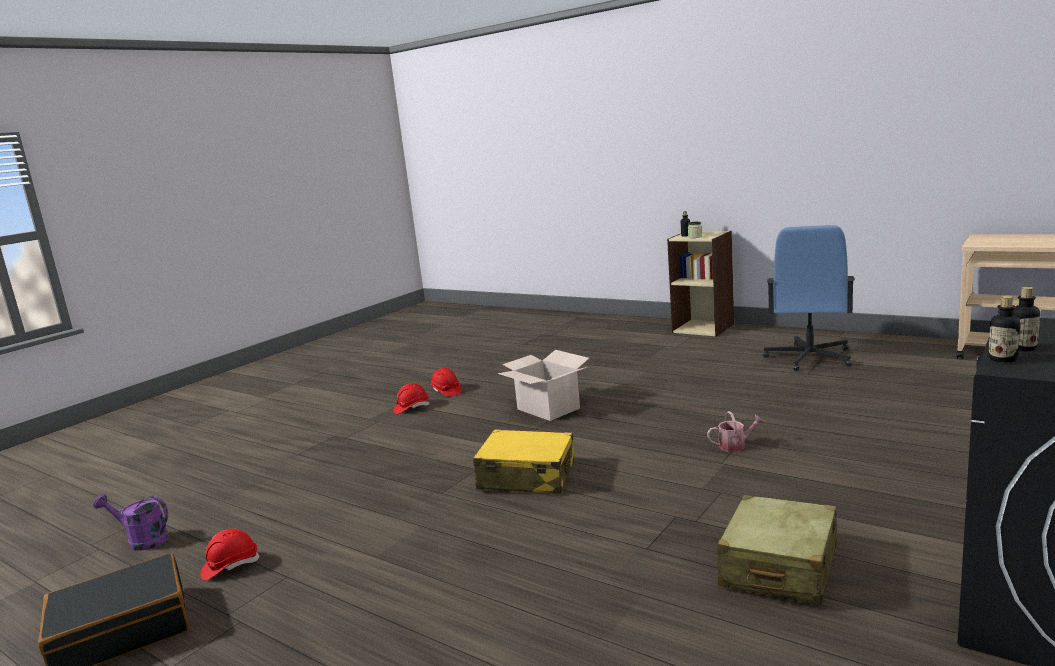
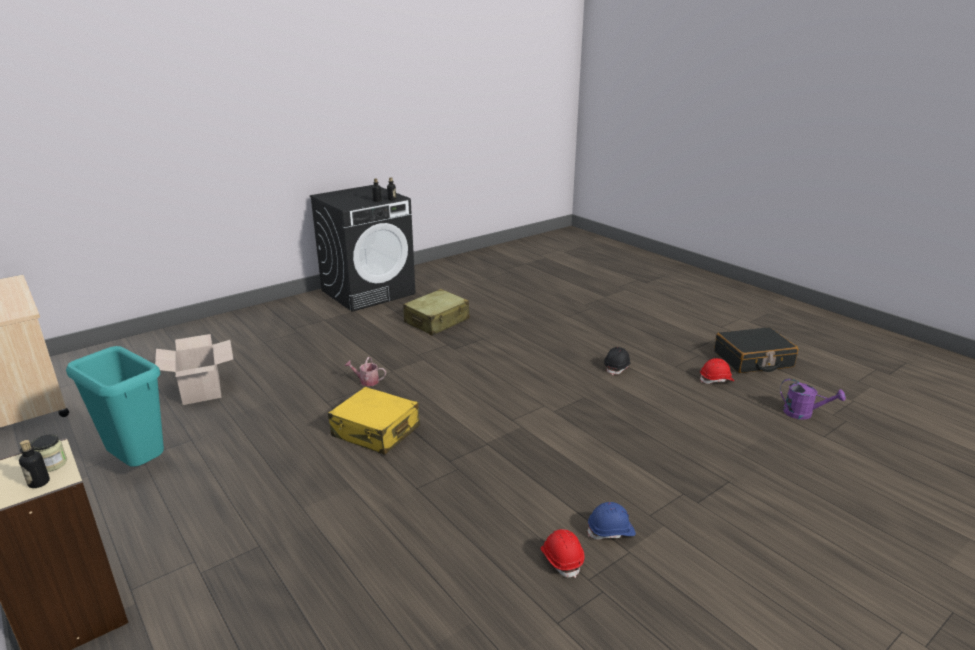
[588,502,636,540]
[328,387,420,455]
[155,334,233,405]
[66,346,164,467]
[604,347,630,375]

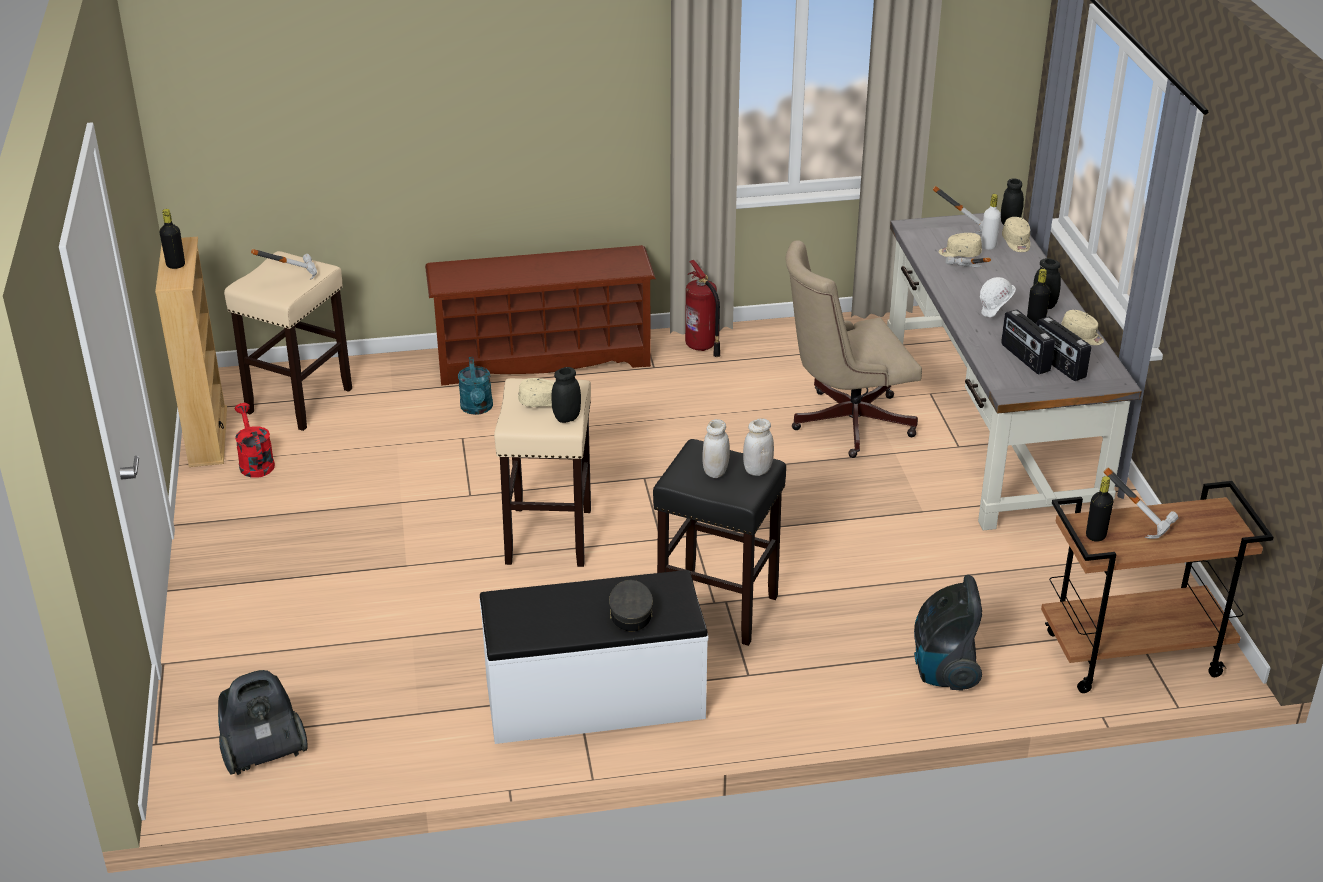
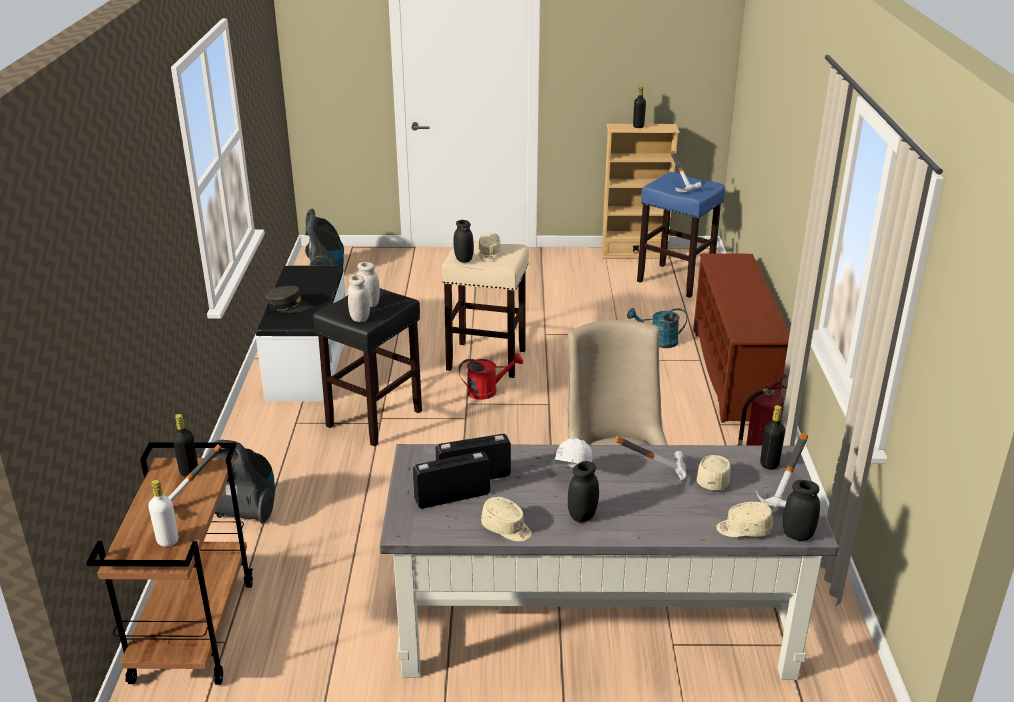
[637,172,725,298]
[459,353,523,400]
[148,480,178,547]
[760,405,785,470]
[481,497,532,541]

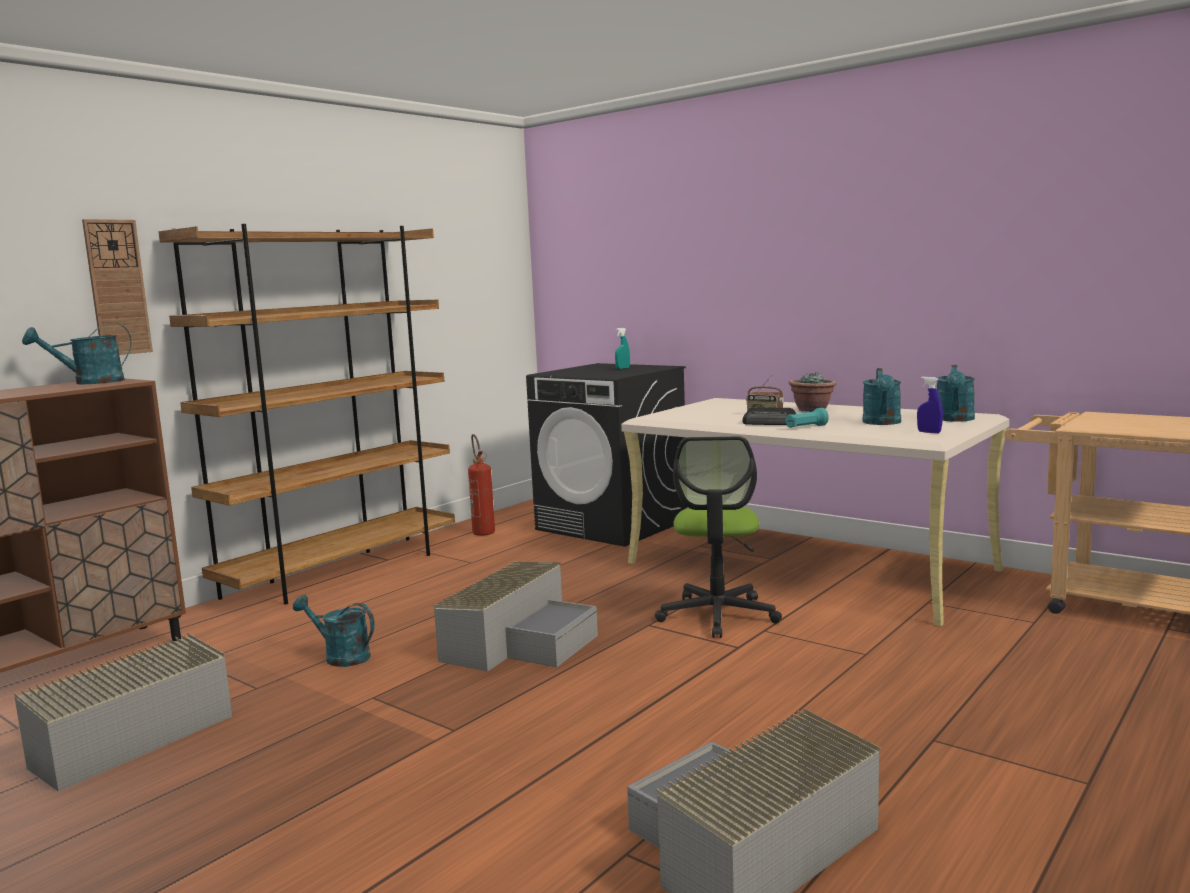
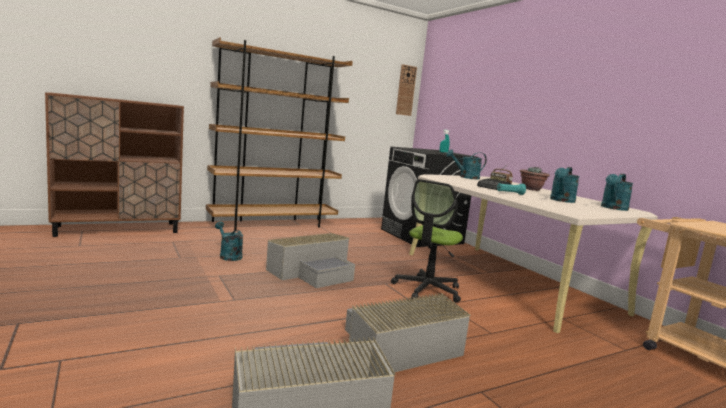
[345,293,471,373]
[446,149,487,179]
[396,64,417,116]
[468,434,495,536] (first image)
[917,376,943,433] (first image)

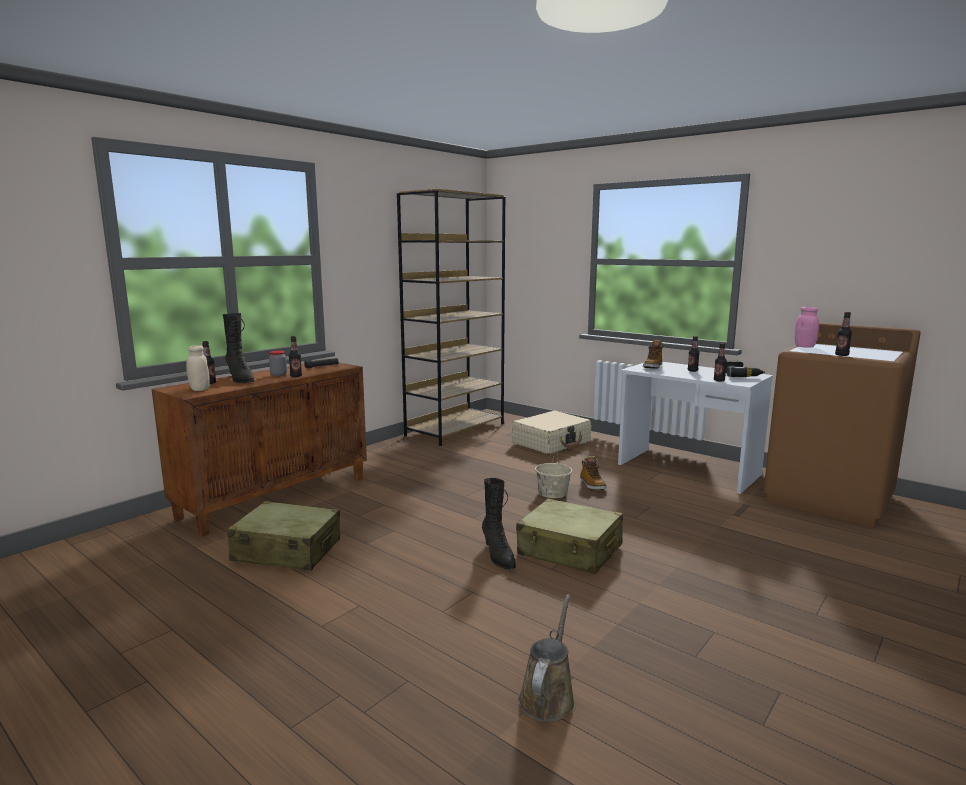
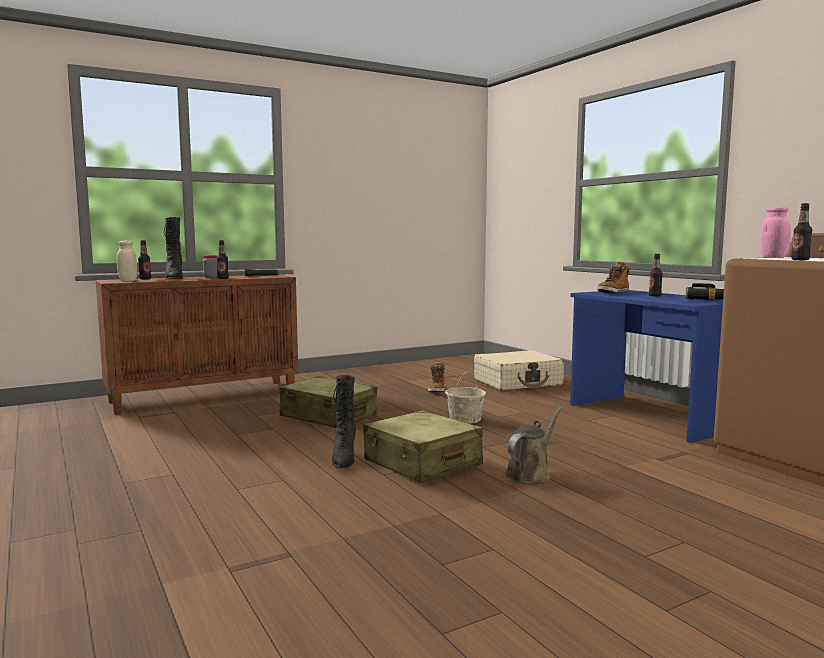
[280,376,377,428]
[397,189,505,446] (first image)
[505,407,562,484]
[428,362,445,393]
[570,290,723,443]
[714,343,727,381] (first image)

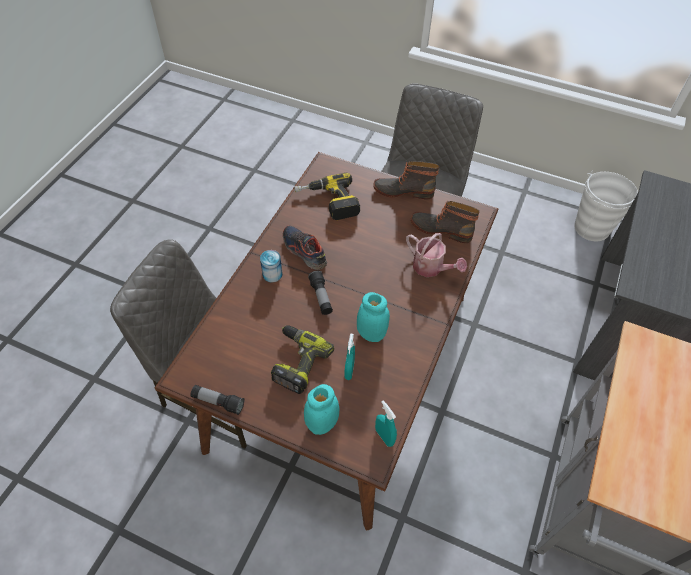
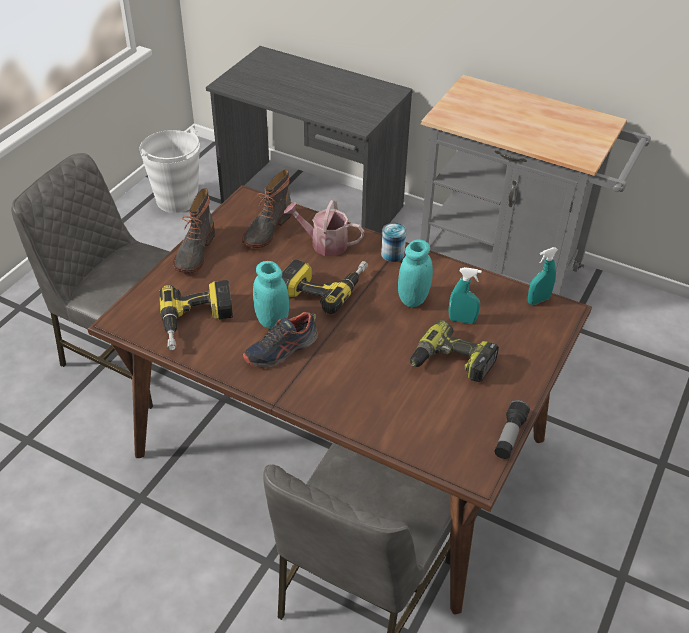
[381,223,406,262]
[253,261,289,329]
[308,271,333,315] (first image)
[284,200,364,256]
[282,260,368,314]

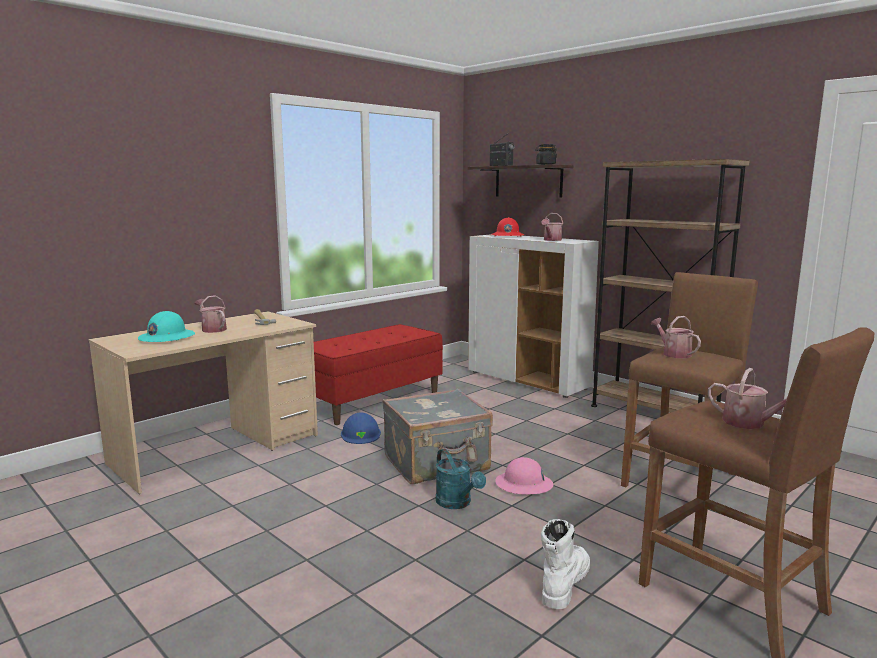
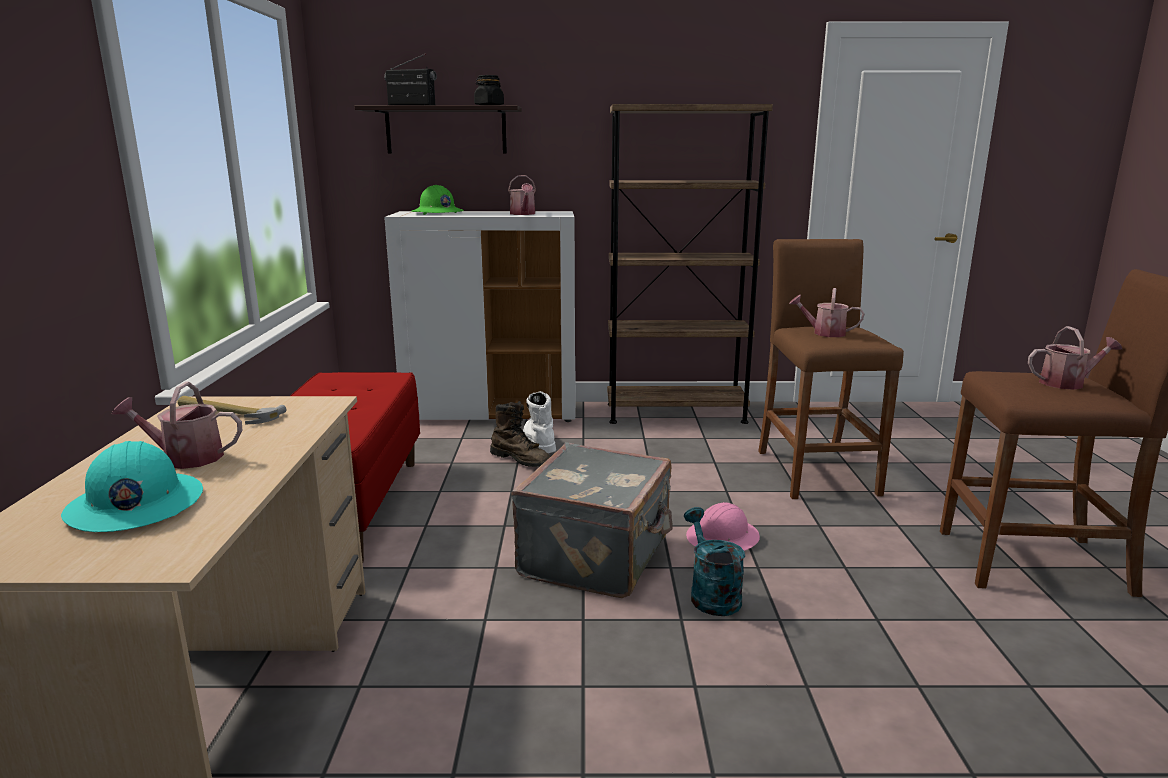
[341,412,381,444] (first image)
[684,507,745,616]
[411,185,464,215]
[523,391,556,453]
[490,401,550,467]

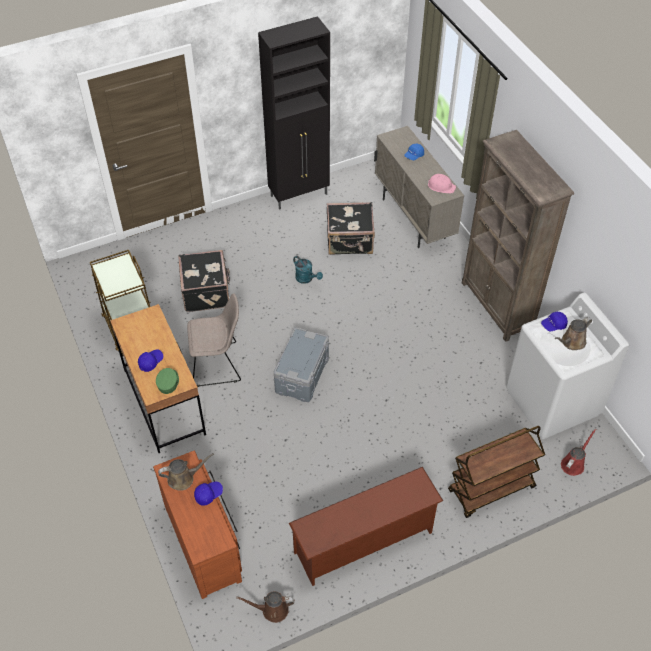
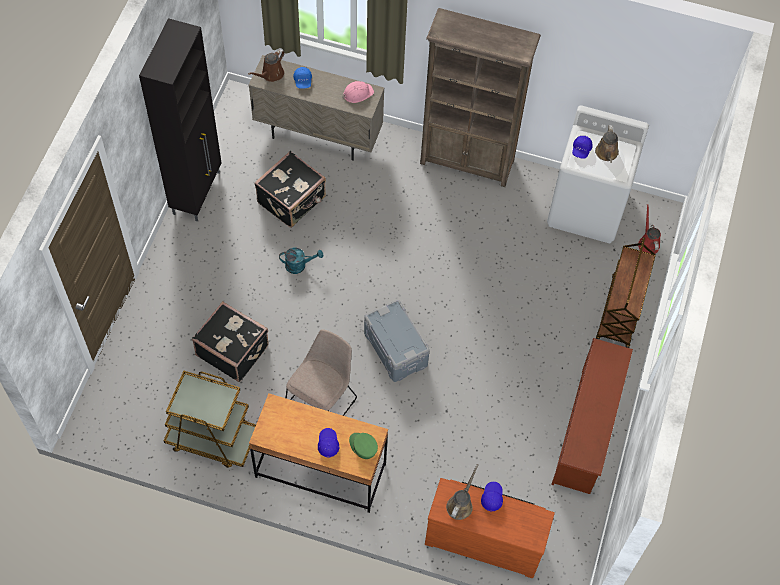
[248,49,285,82]

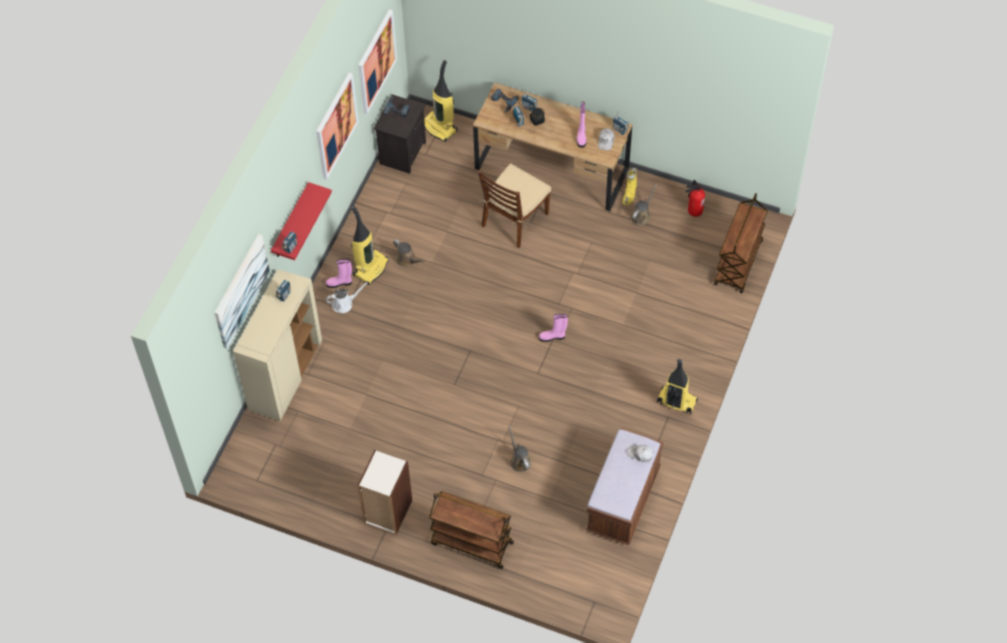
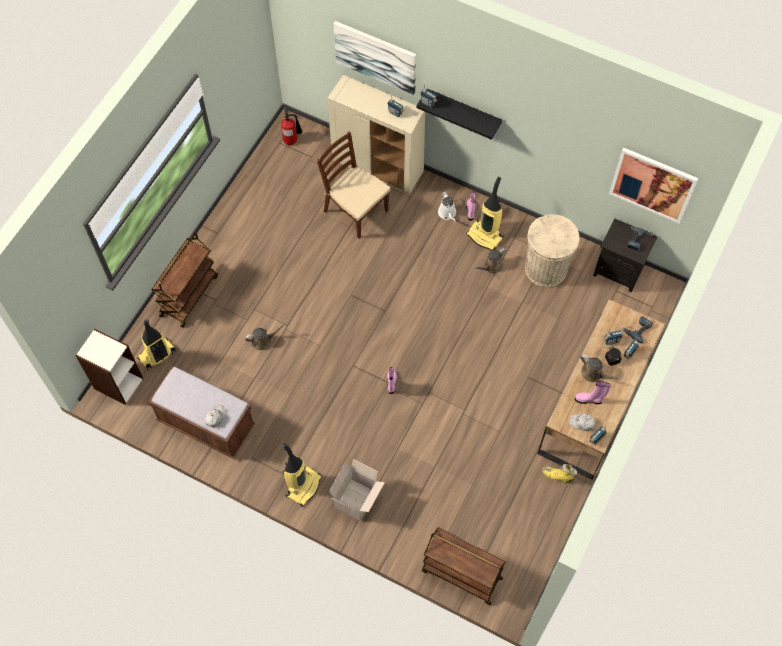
[416,89,502,140]
[316,73,358,180] (first image)
[76,329,143,405]
[137,319,176,371]
[317,131,390,239]
[580,354,622,382]
[281,105,302,145]
[329,459,385,521]
[525,214,579,287]

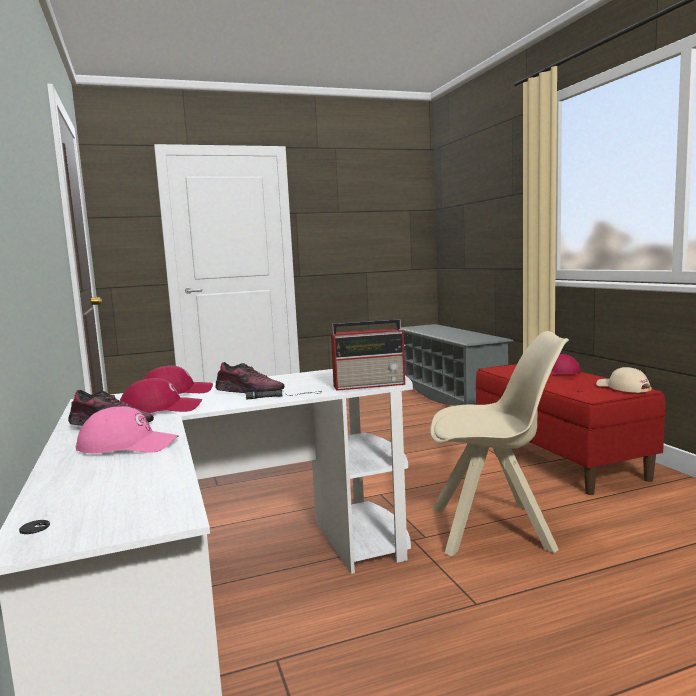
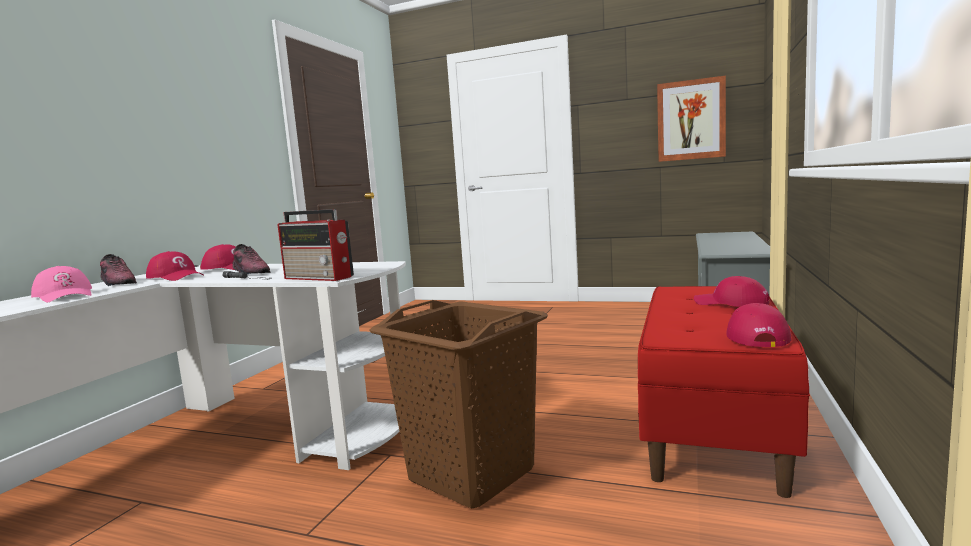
[370,300,548,509]
[726,303,791,347]
[657,76,726,162]

